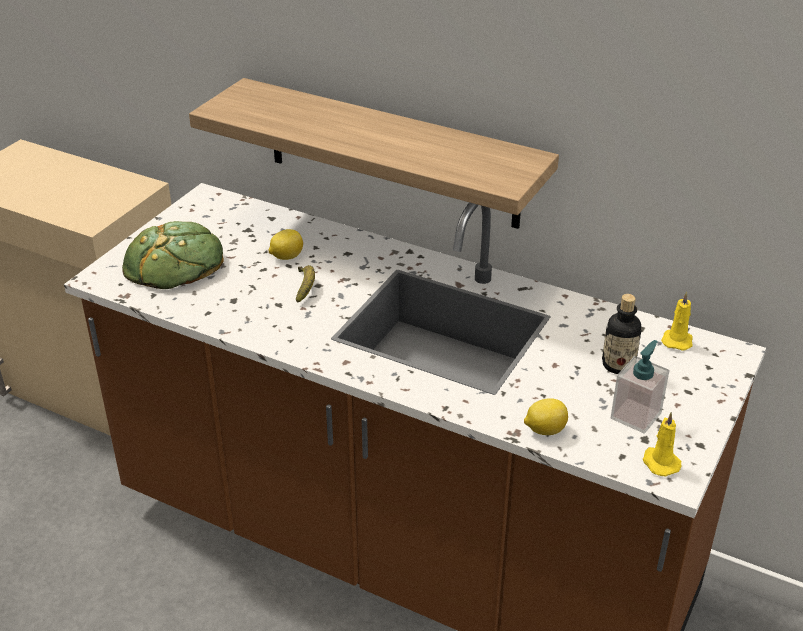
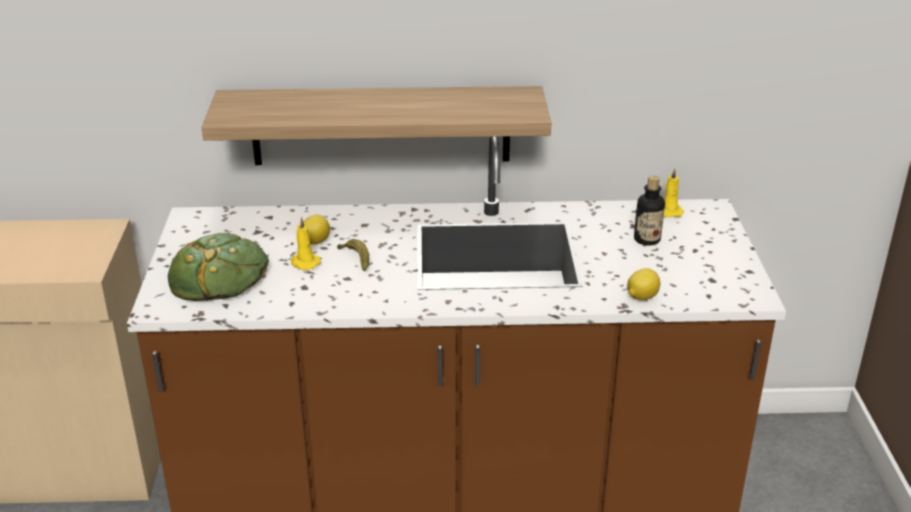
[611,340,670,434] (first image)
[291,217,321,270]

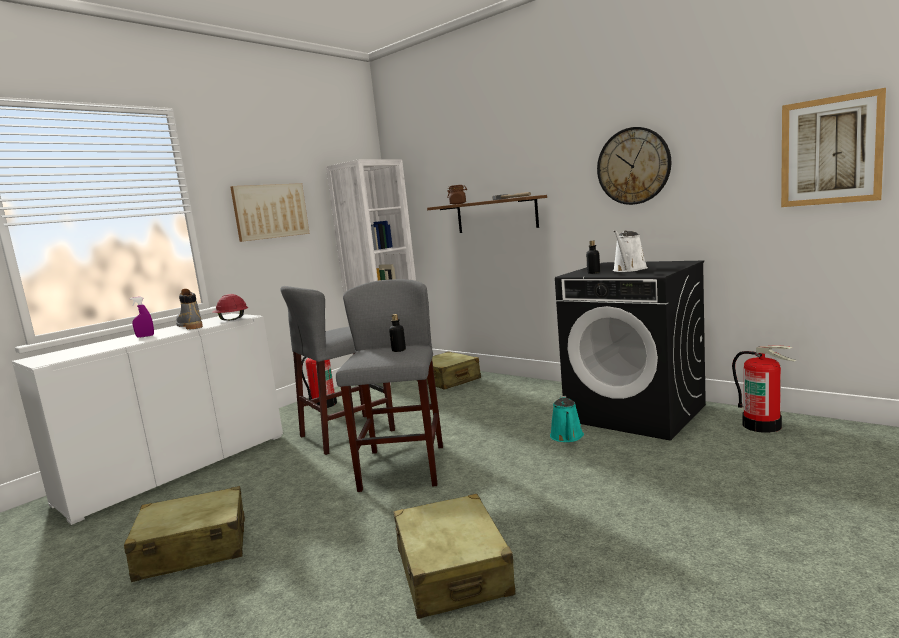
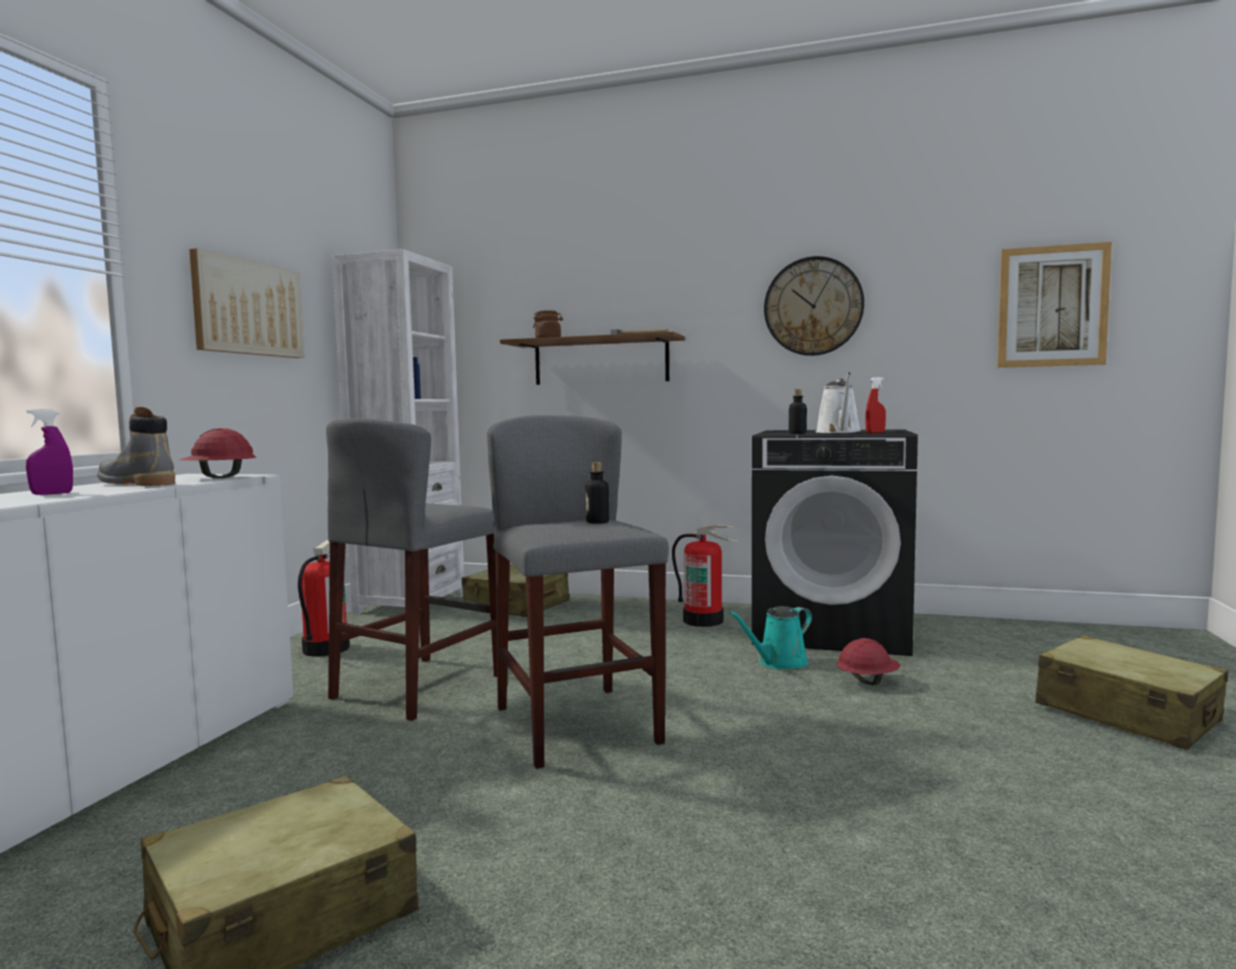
[1036,635,1228,750]
[729,606,812,669]
[672,525,737,627]
[836,638,900,685]
[865,377,886,433]

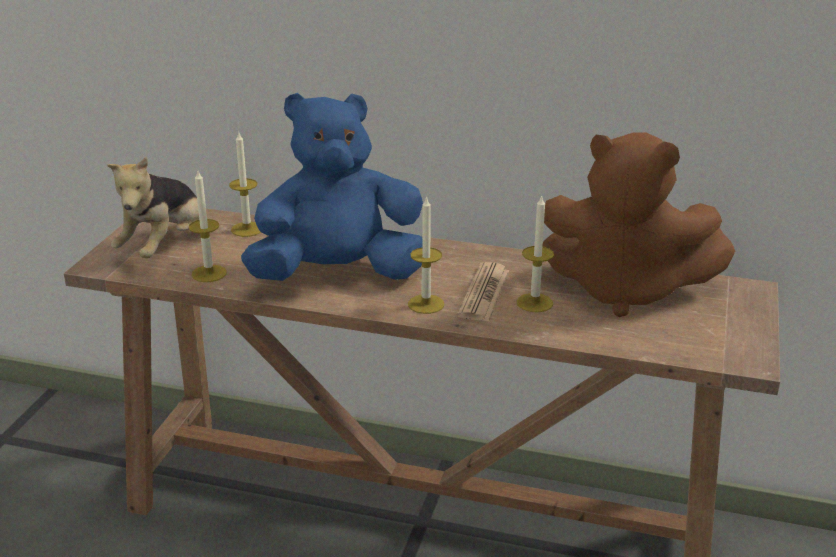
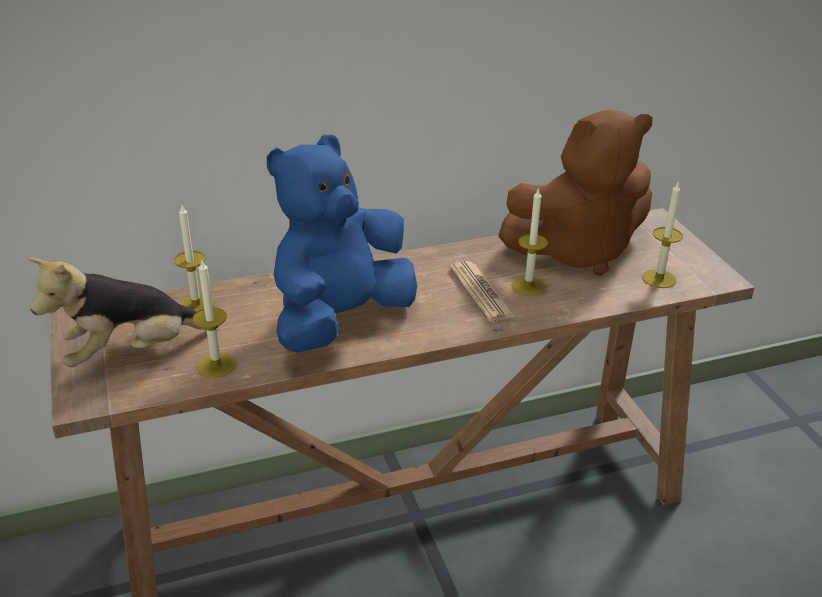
[29,258,219,367]
[642,183,683,288]

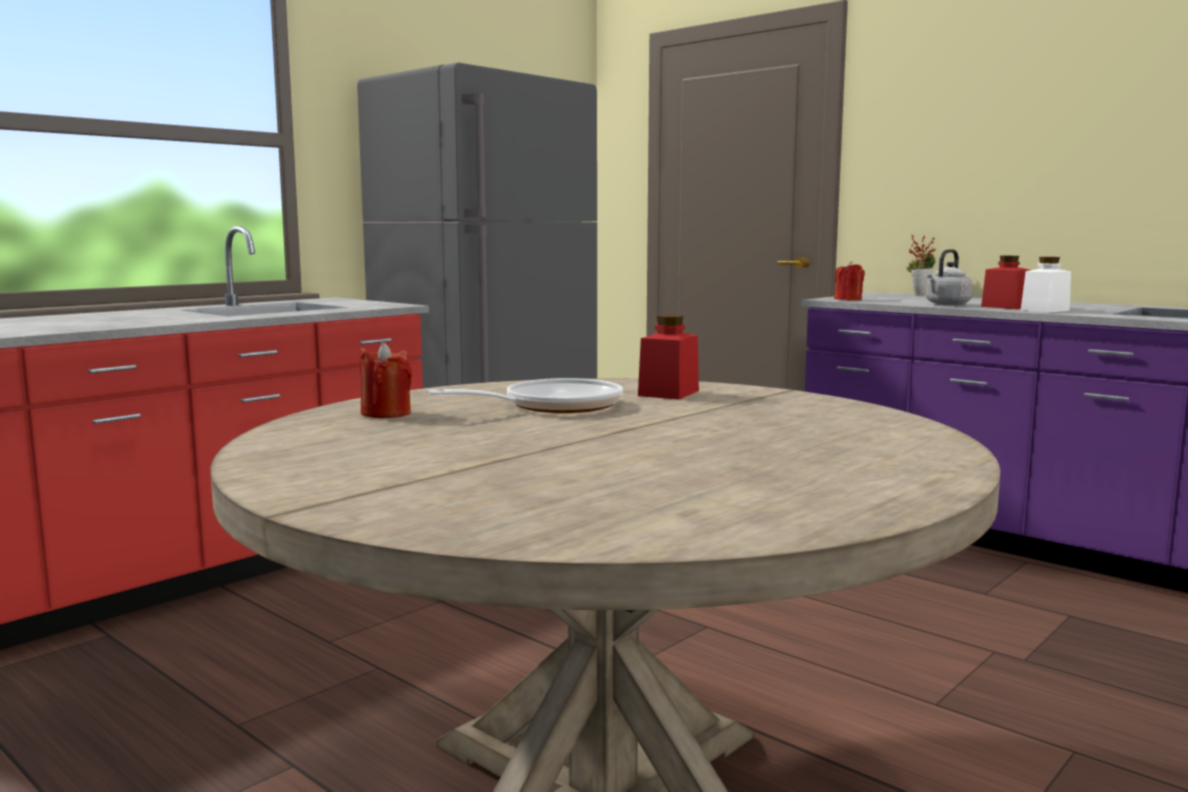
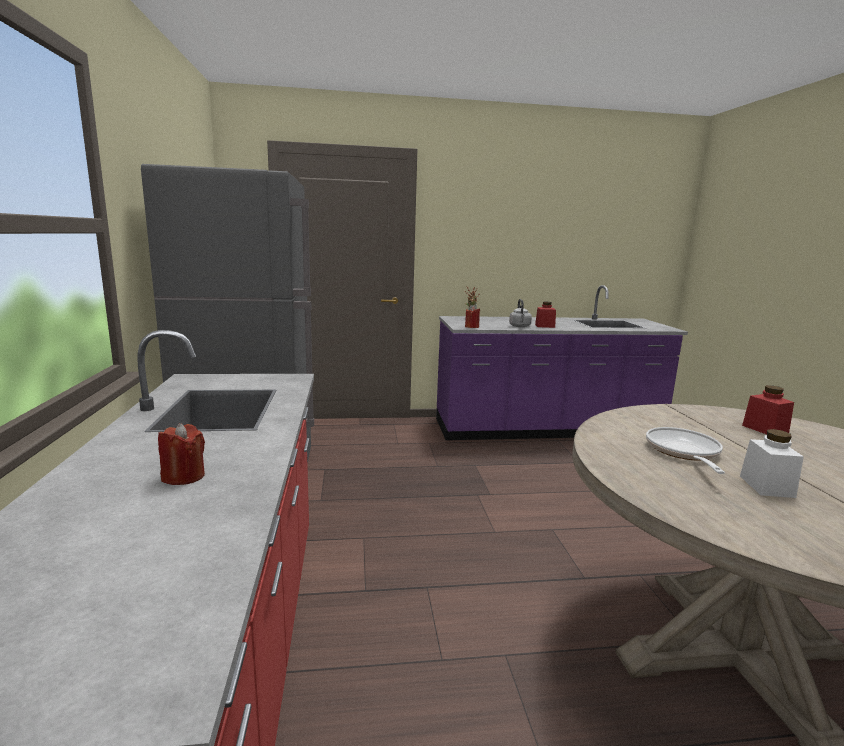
[158,423,205,485]
[742,385,794,434]
[740,429,804,498]

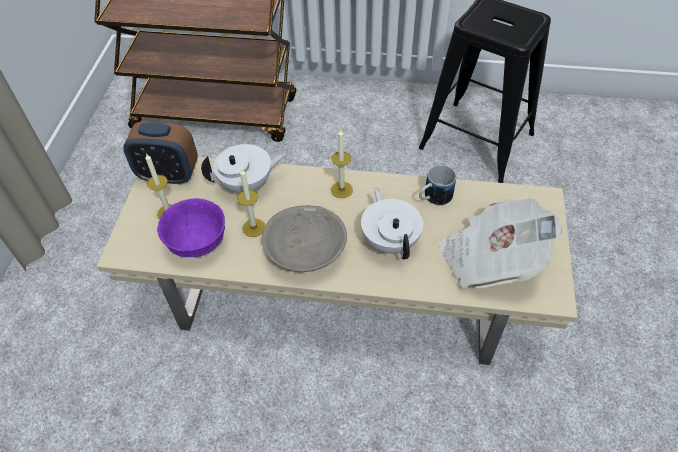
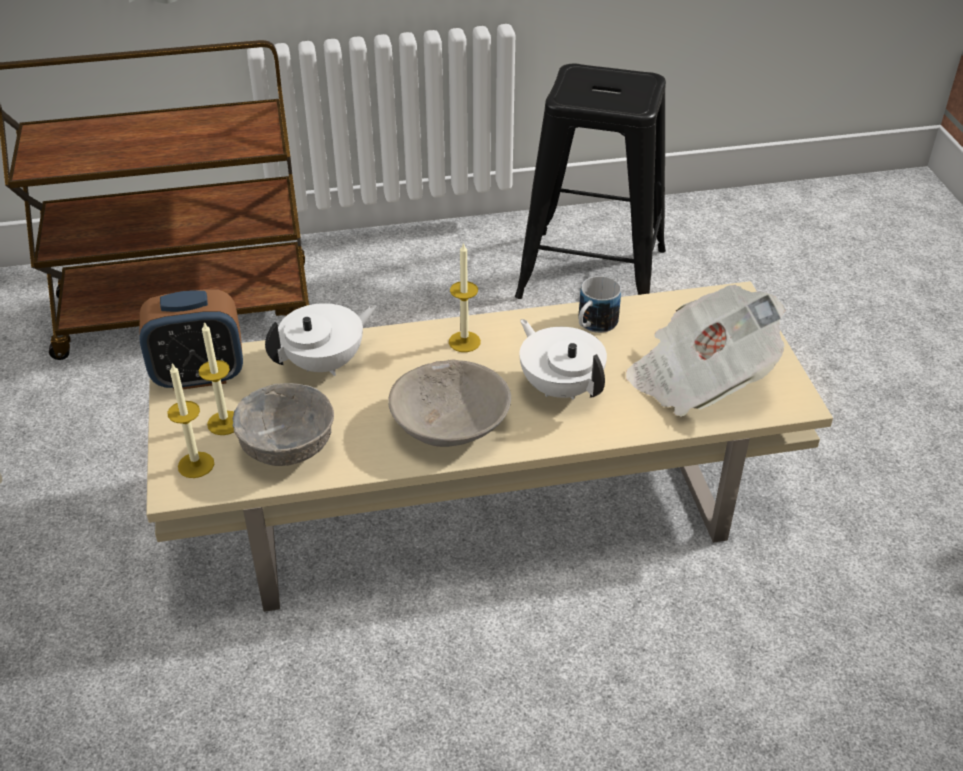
[232,383,334,466]
[167,363,214,478]

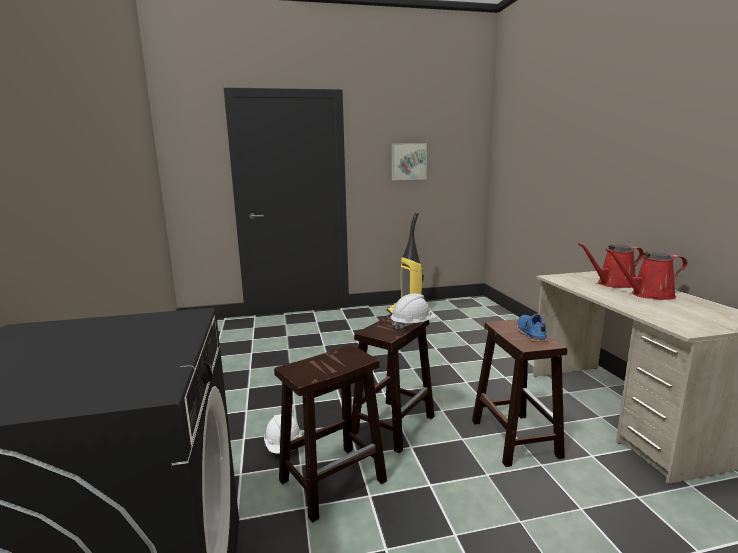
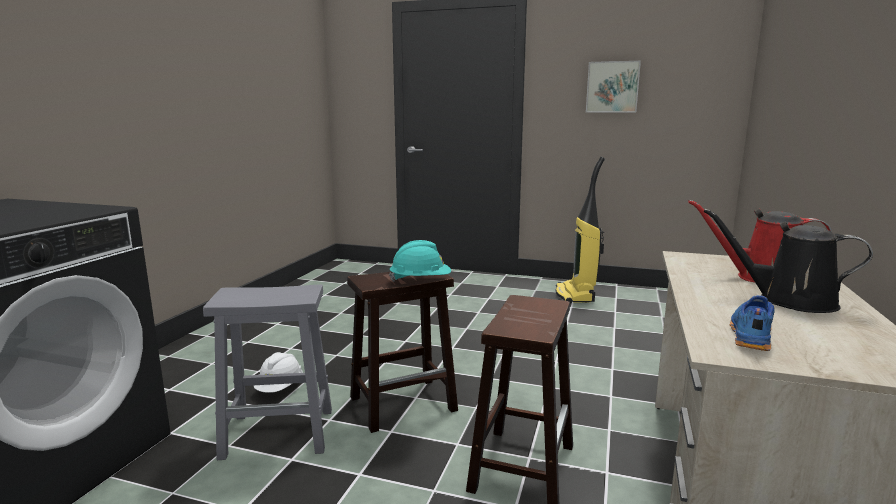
[203,284,332,460]
[389,240,451,282]
[730,295,775,351]
[703,209,873,313]

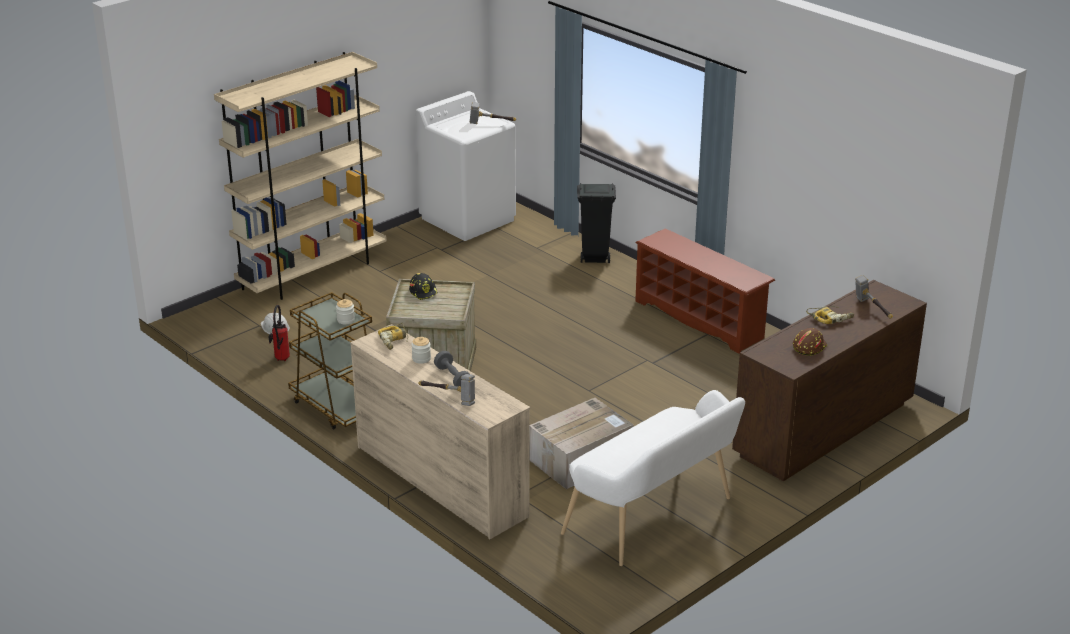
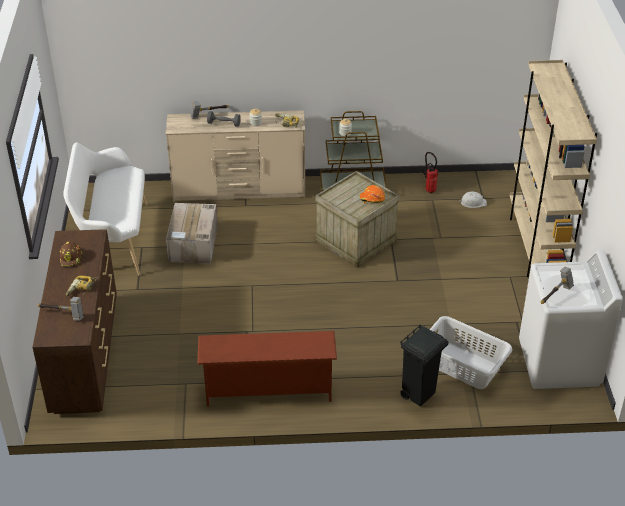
[359,185,385,203]
[430,316,512,389]

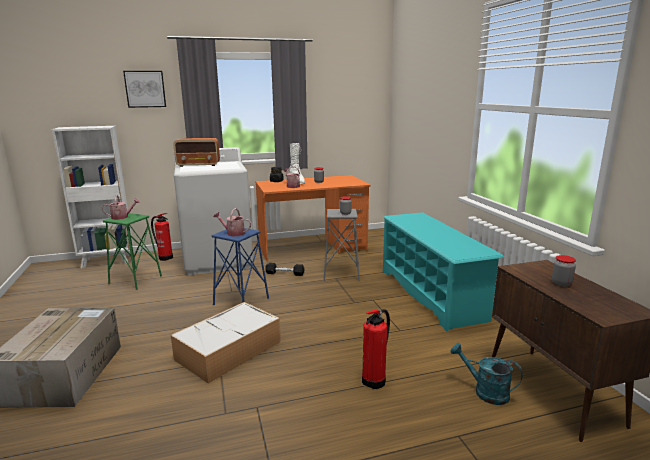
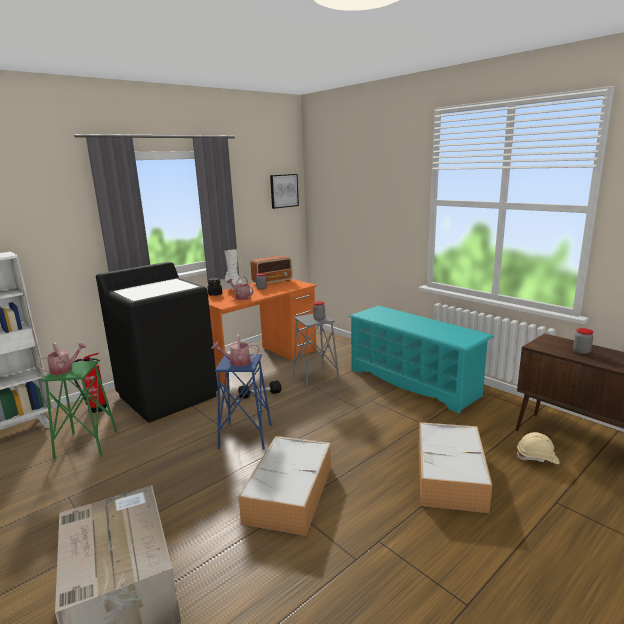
[270,174,299,209]
[251,255,292,284]
[96,262,218,423]
[419,422,492,513]
[516,432,560,464]

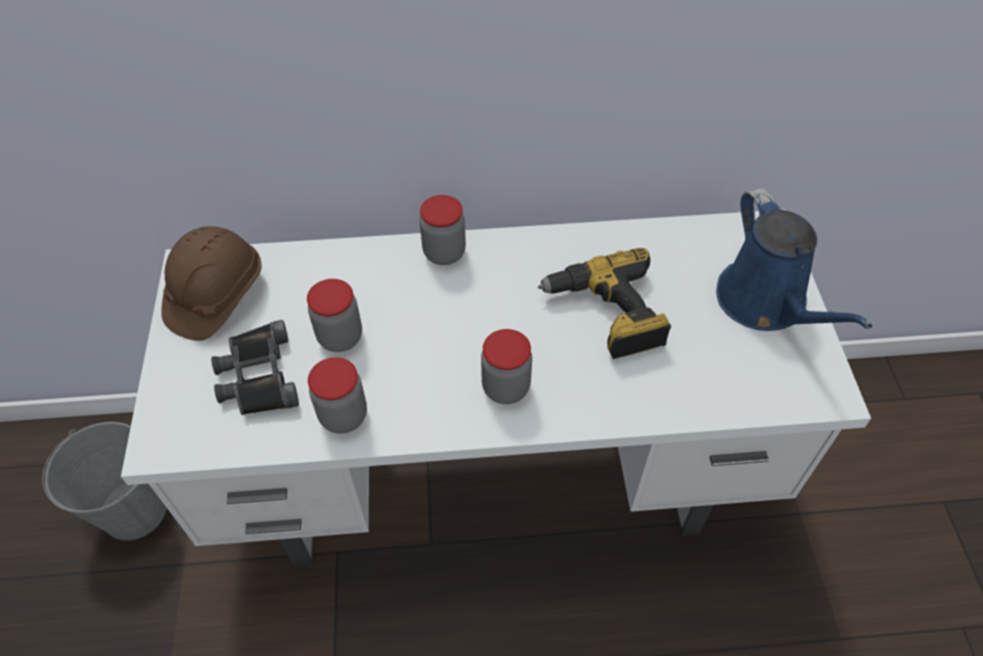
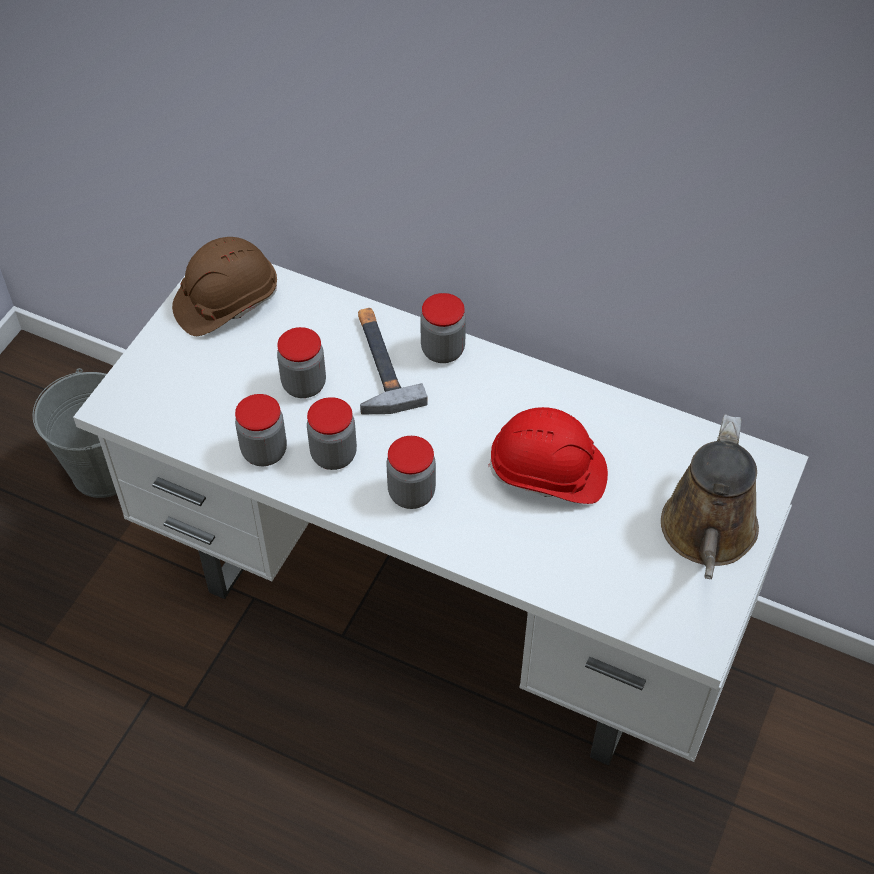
[211,320,299,415] (first image)
[488,407,608,504]
[661,414,759,579]
[307,397,357,470]
[358,308,428,414]

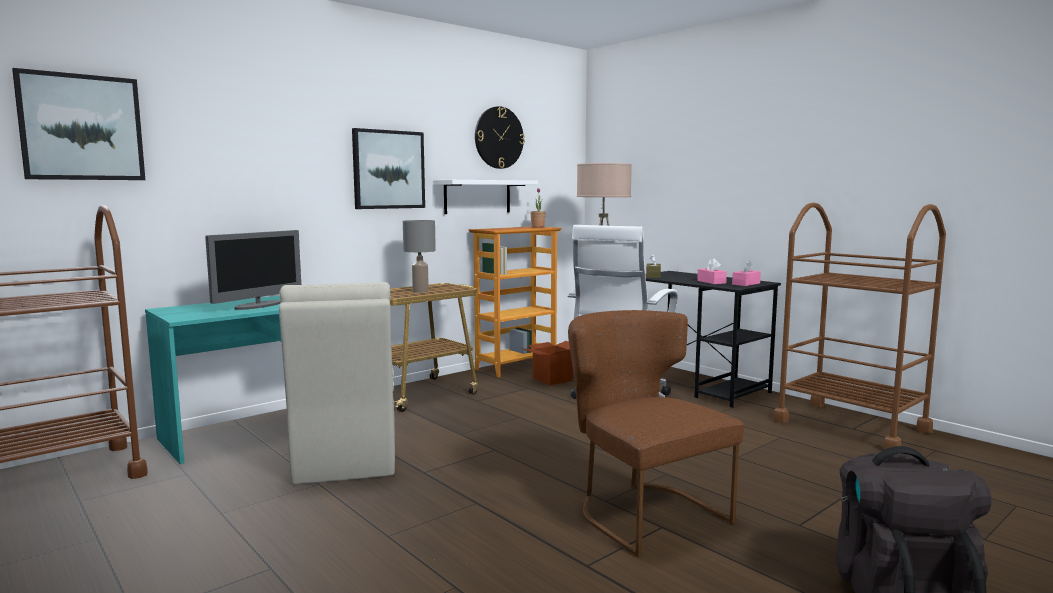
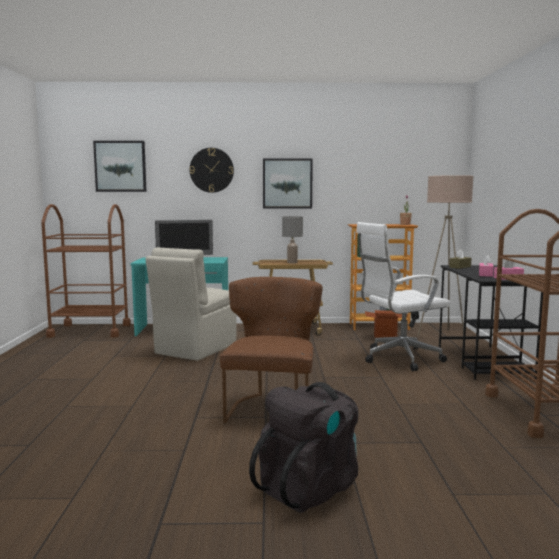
[433,180,538,214] (first image)
[190,148,234,193]

